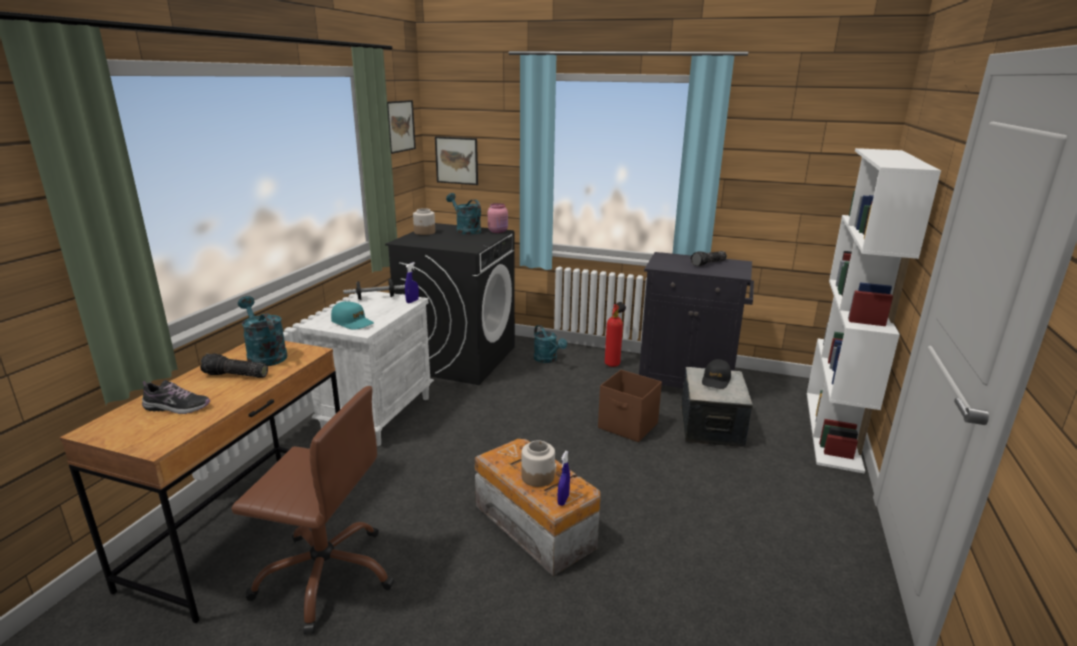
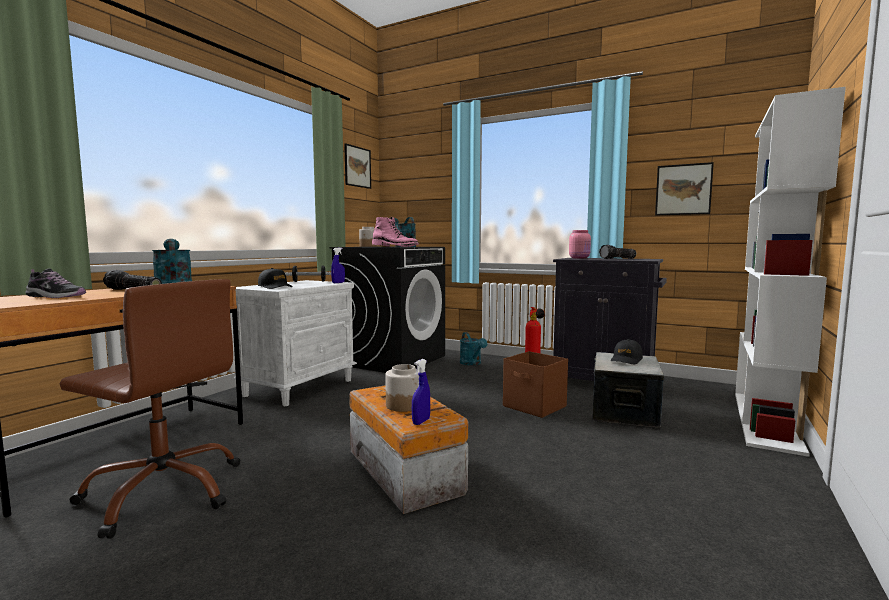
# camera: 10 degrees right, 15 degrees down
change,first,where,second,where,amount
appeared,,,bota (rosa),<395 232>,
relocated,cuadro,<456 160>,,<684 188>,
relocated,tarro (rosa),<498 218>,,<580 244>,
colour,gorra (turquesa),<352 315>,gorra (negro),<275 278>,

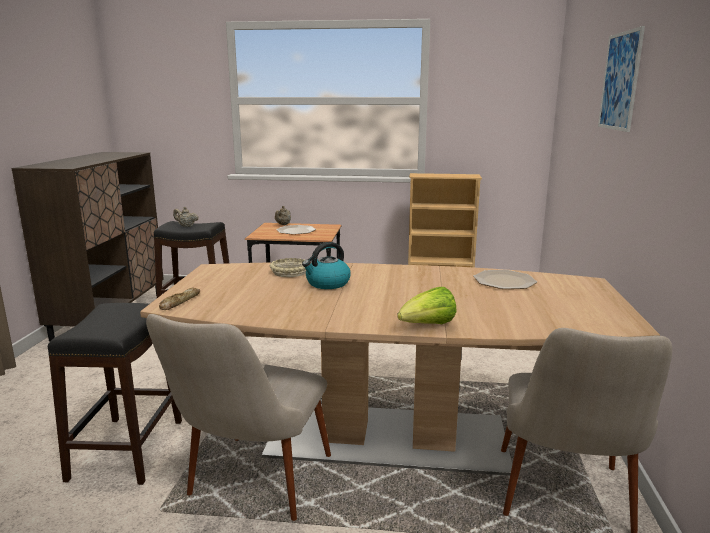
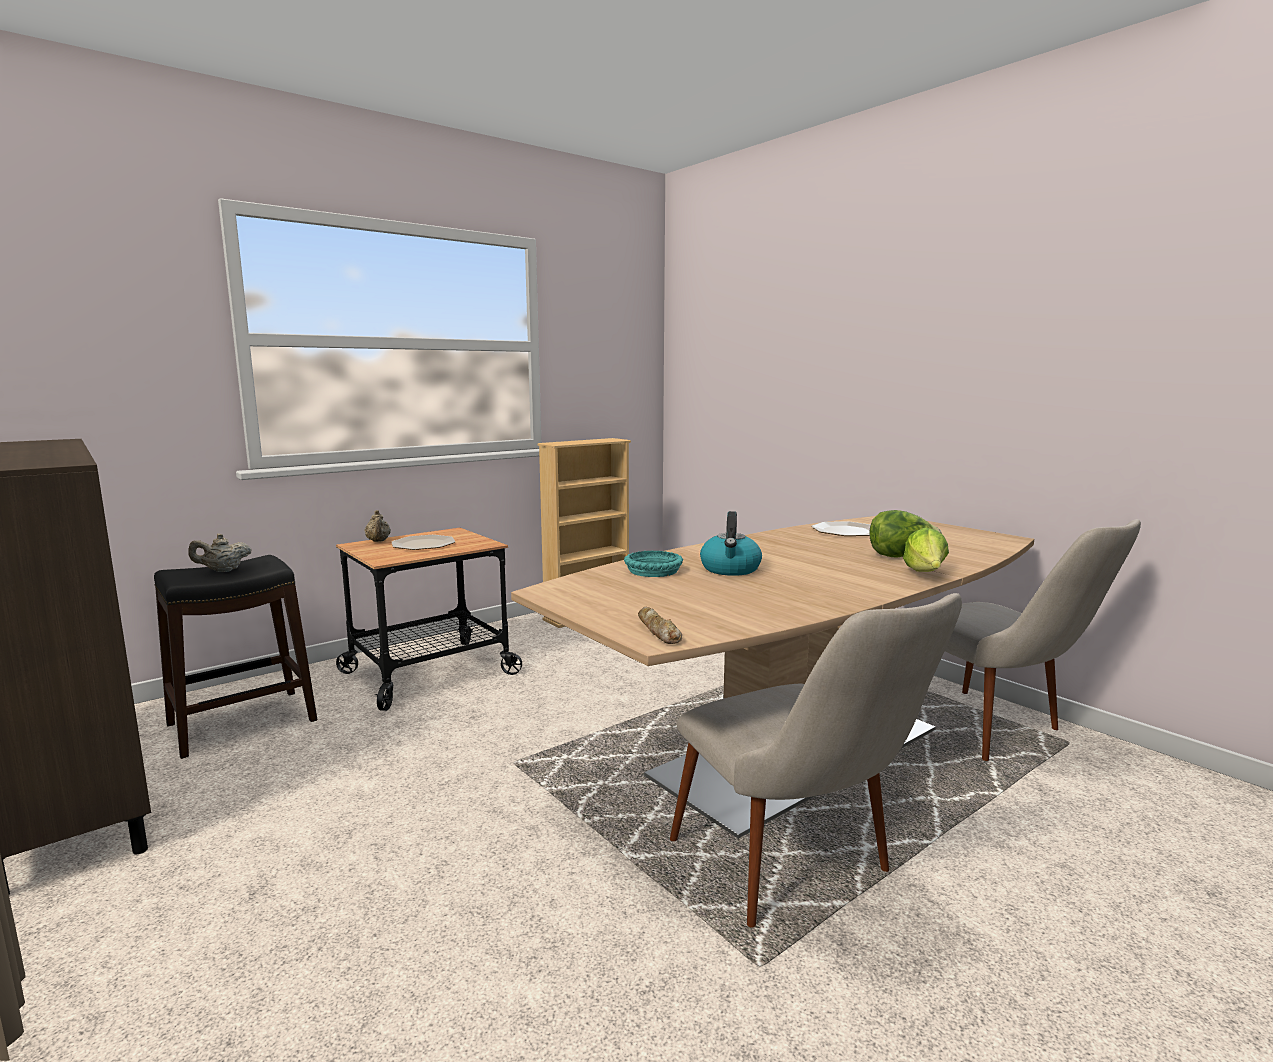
# camera: 45 degrees left, 5 degrees down
change,first,where,second,where,amount
missing,taburete (negro),<115 394>,,,
missing,cuadro,<621 79>,,,
appeared,,,lechuga,<905 534>,
colour,cuenco (beis),<287 267>,cuenco (turquesa),<653 564>,

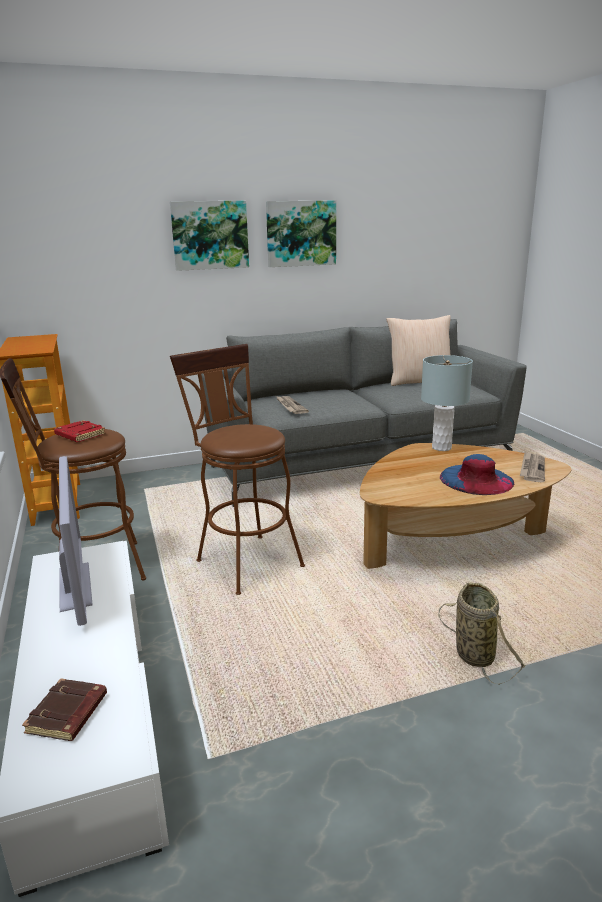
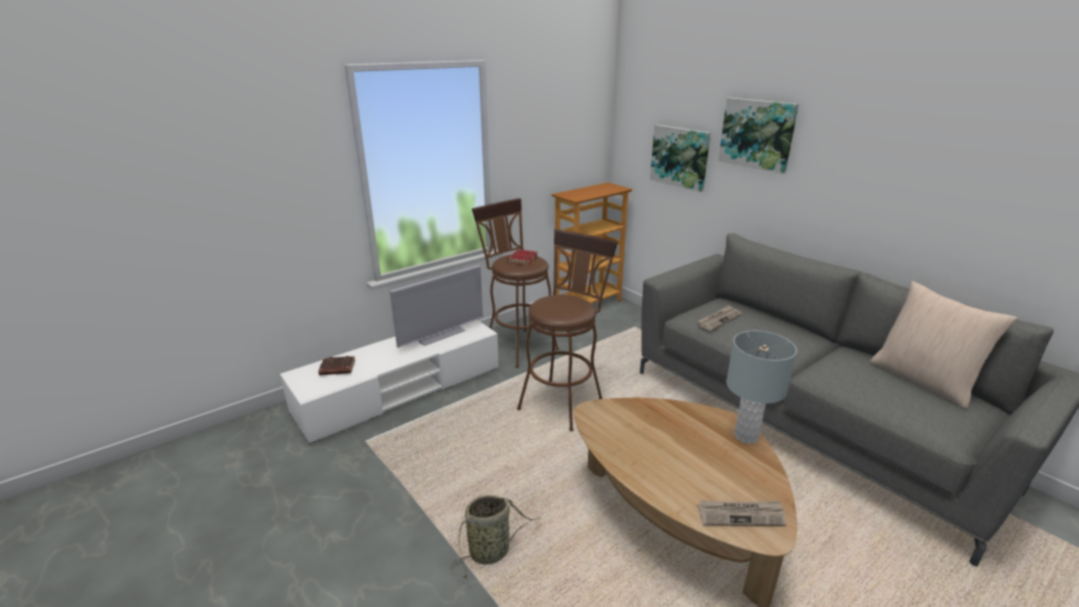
# camera: 70 degrees right, 5 degrees up
change,first,where,second,where,amount
missing,sombrero (azul),<477 474>,,,
relocated,cuadro,<301 233>,,<680 158>,

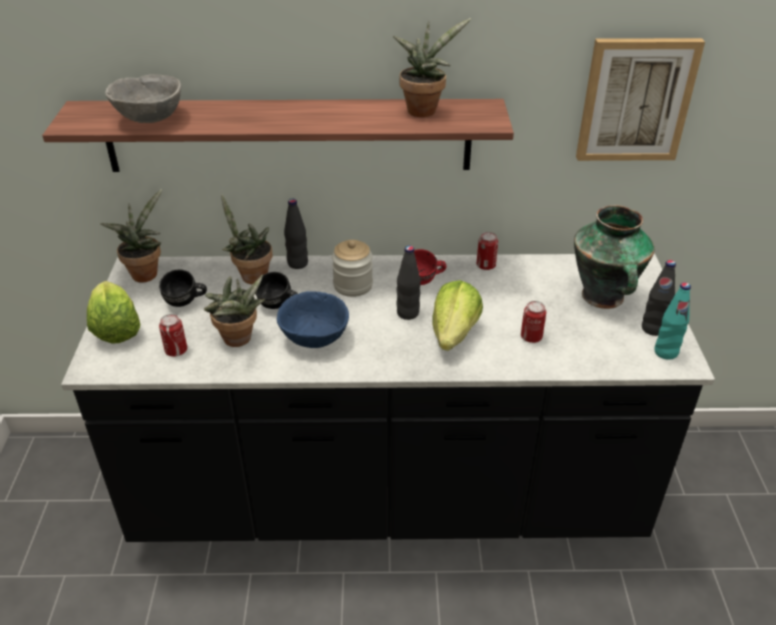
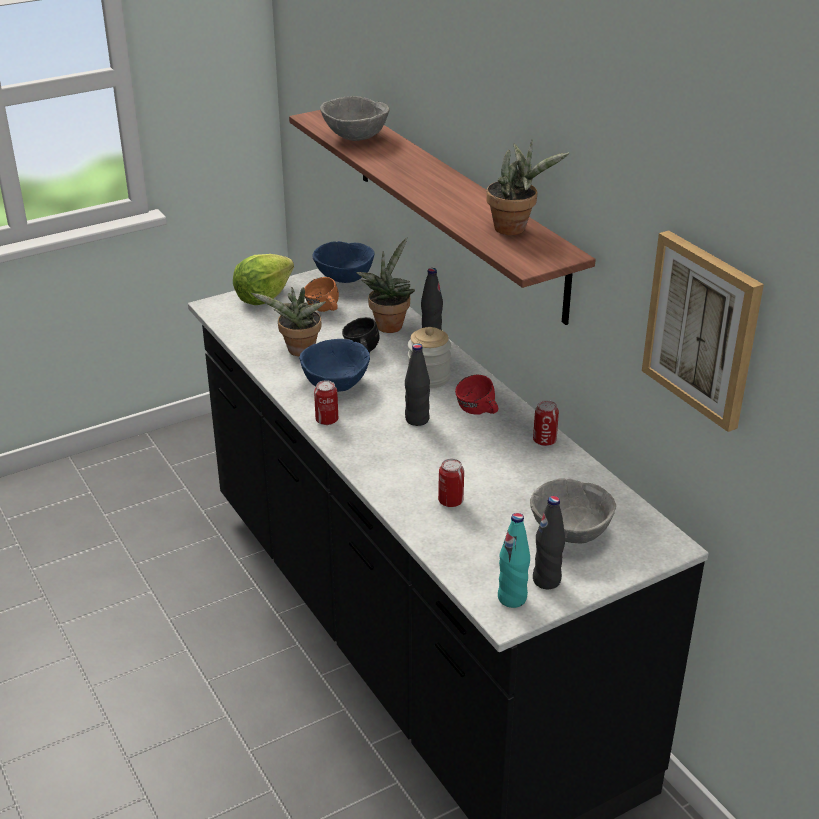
# camera: 60 degrees right, 5 degrees down
change,first,where,second,where,amount
missing,lechuga,<457 315>,,,
relocated,lata,<173 335>,,<326 402>,
exchanged,planta en maceta,<131 235>,cuenco (azul),<343 262>,
exchanged,florero,<614 257>,cuenco (gris),<573 510>,
colour,taza grande (negro),<183 288>,taza grande (naranja),<322 294>,

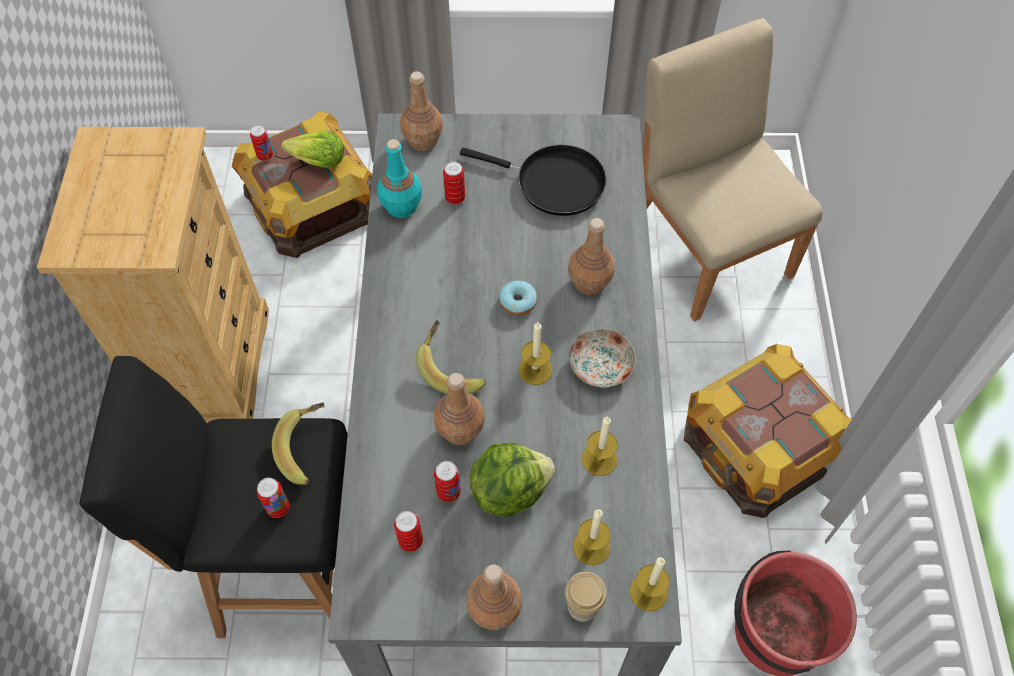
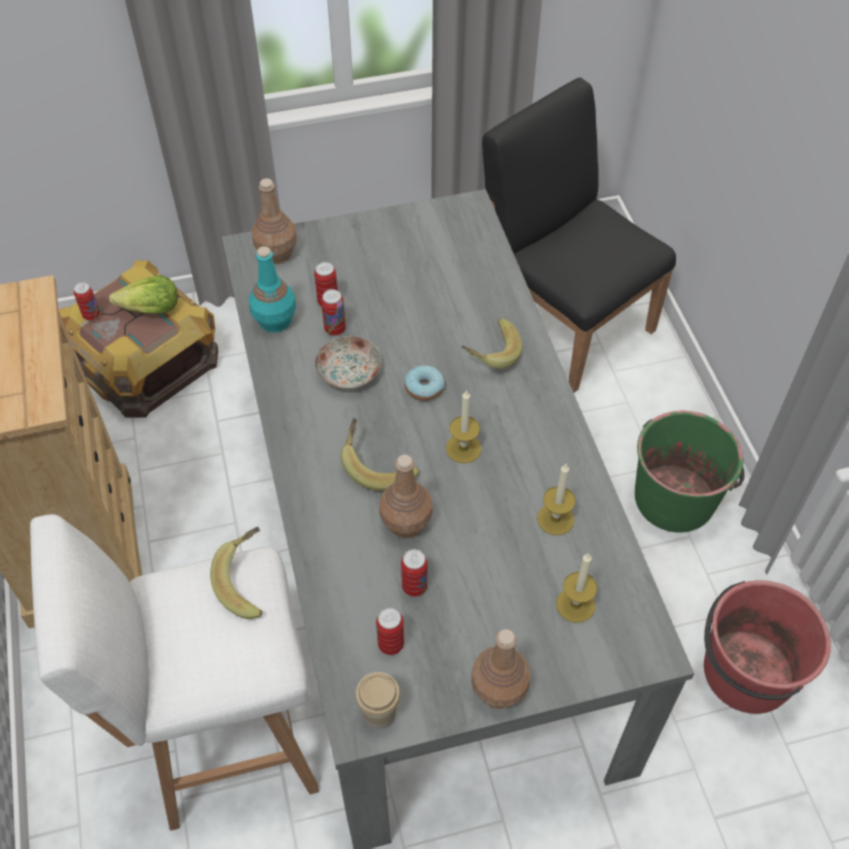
# camera: 15 degrees left, 5 degrees down
change,first,where,second,where,amount
missing,sartén (negro),<533 180>,,,
missing,lechuga,<512 480>,,,
missing,vela,<649 584>,,,
relocated,lata,<273 498>,,<333 312>,
relocated,taza,<586 597>,,<377 700>,
relocated,plato,<602 358>,,<348 362>,
exchanged,botella (marrón),<591 256>,plátano,<491 343>,
exchanged,caja de embalaje,<768 431>,cubo (verde),<690 472>,
colour,taburete (negro),<213 497>,taburete (blanco),<174 672>,
colour,silla (beis),<733 170>,silla (negro),<579 235>,

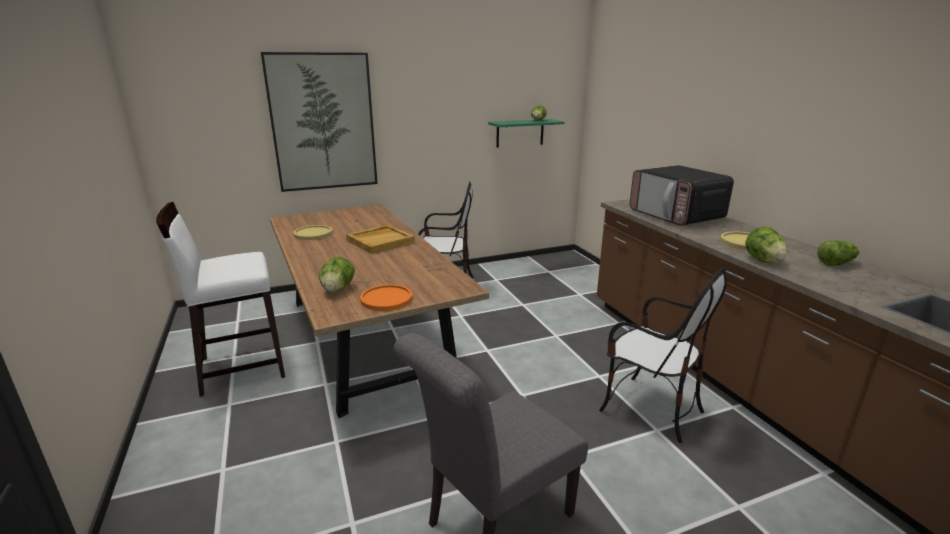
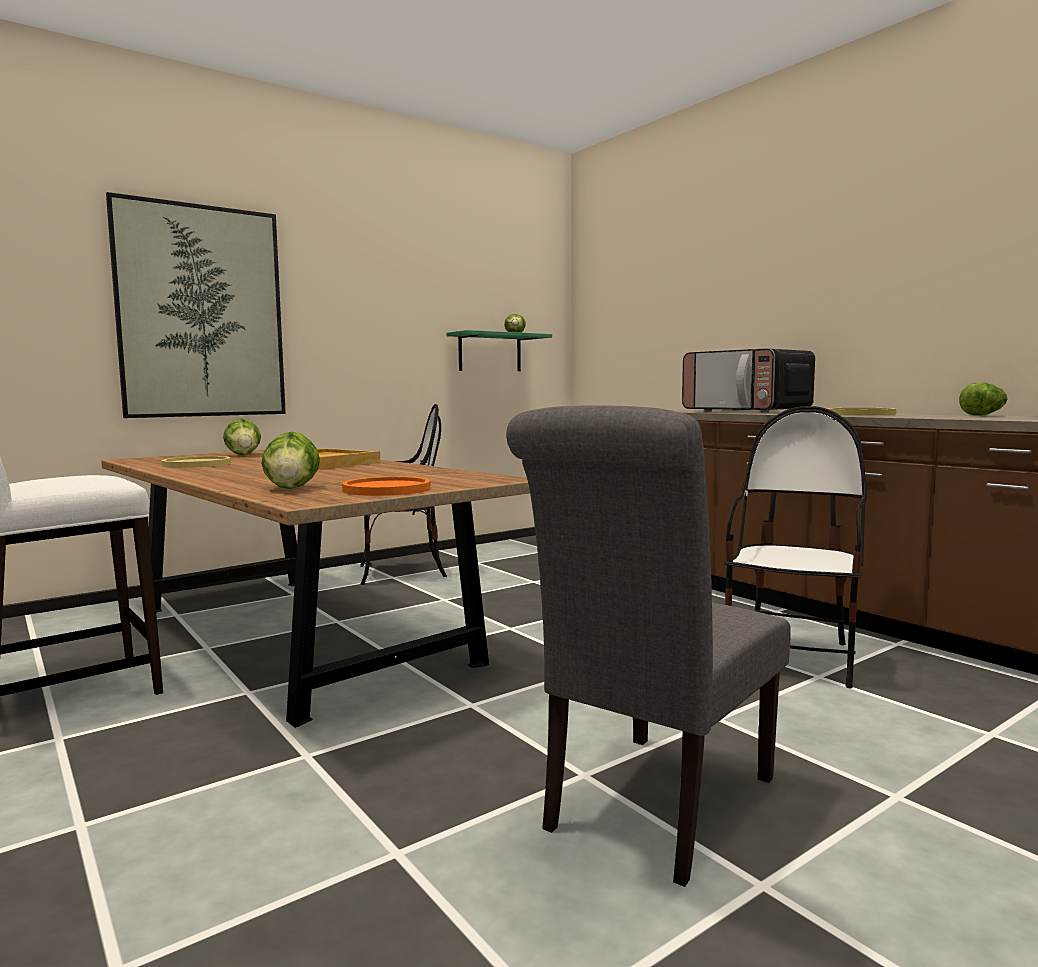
# camera: 15 degrees left, 15 degrees down
change,first,where,second,where,amount
relocated,lechuga,<766 245>,,<242 436>,
spun,silla,<663 355>,,<795 547>,90 degrees counterclockwise

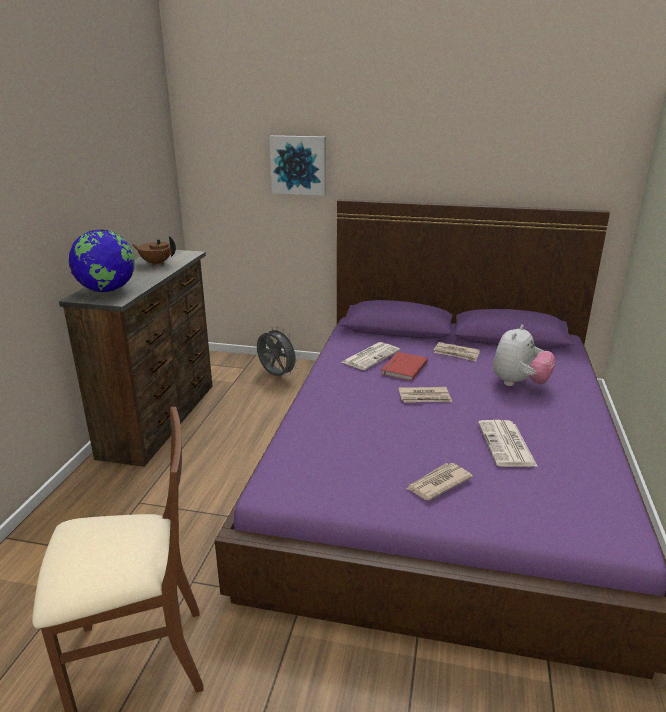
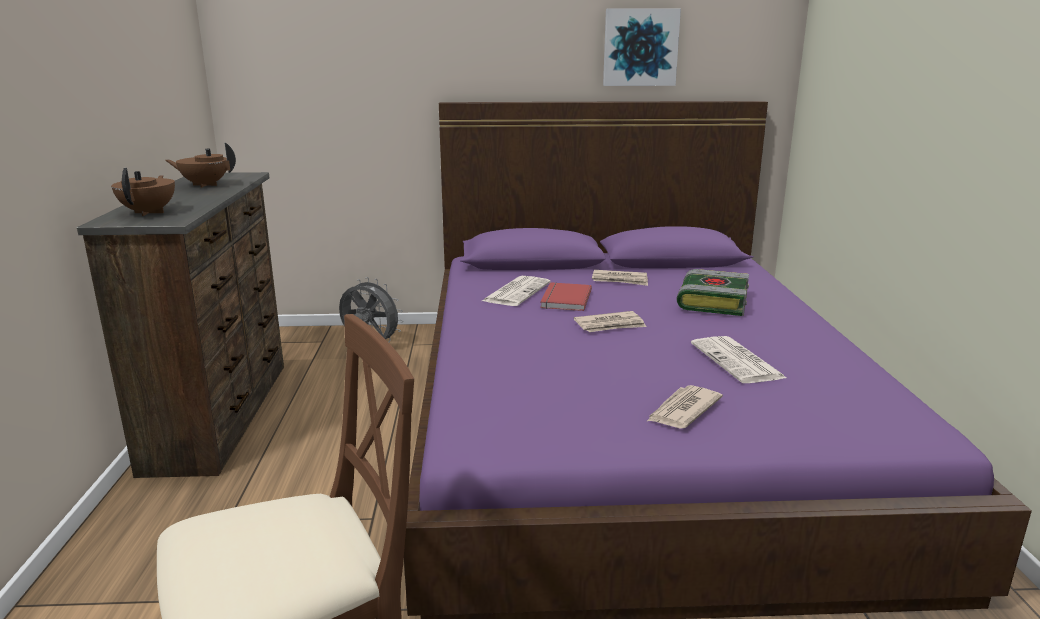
# camera: 15 degrees left, 5 degrees down
change,first,where,second,where,amount
relocated,cuadro,<297 165>,,<642 47>,
exchanged,globo terráqueo,<102 261>,tetera (marrón),<143 192>,
exchanged,peluche,<524 355>,libro,<713 292>,

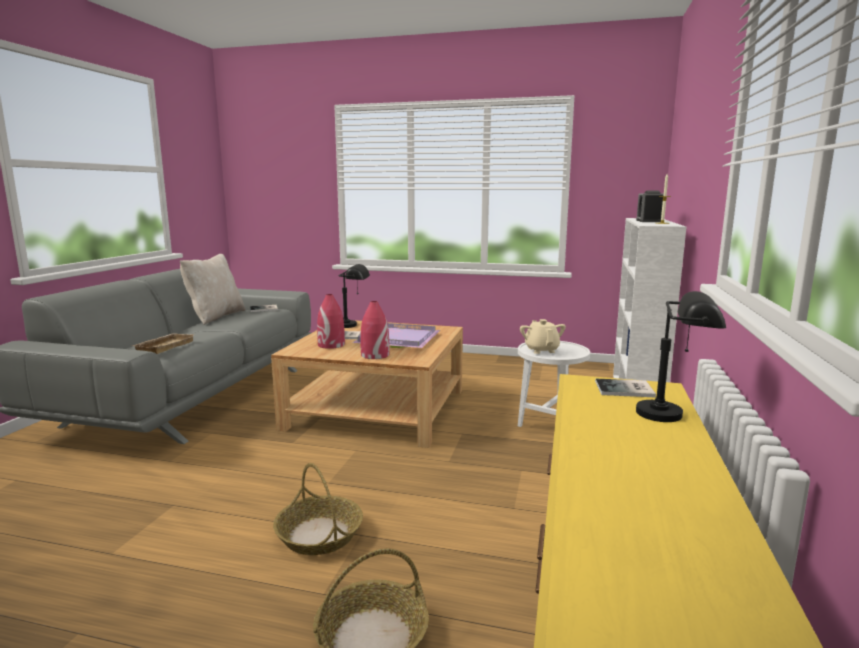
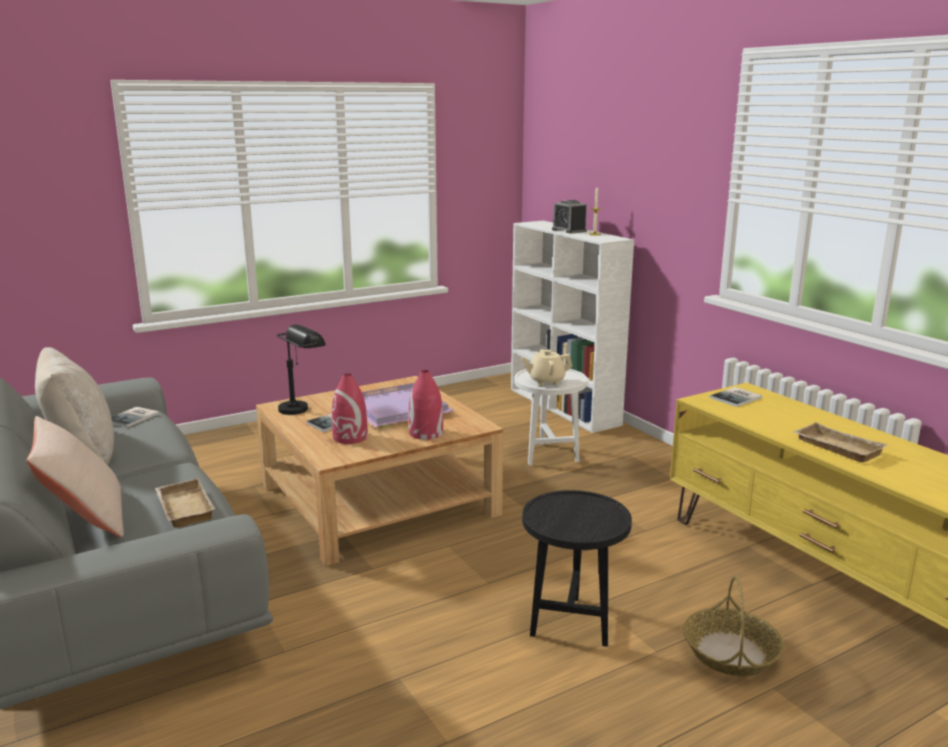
# camera: 45 degrees left, 5 degrees up
change,first,where,second,where,amount
missing,lámpara de mesa (negro),<681 356>,,,
appeared,,,cojín (beis),<75 476>,
appeared,,,bandeja (beis),<840 442>,
exchanged,cesta,<318 509>,mesa auxiliar (negro),<577 568>,
spun,tetera (beis),<543 336>,,<547 367>,45 degrees counterclockwise

